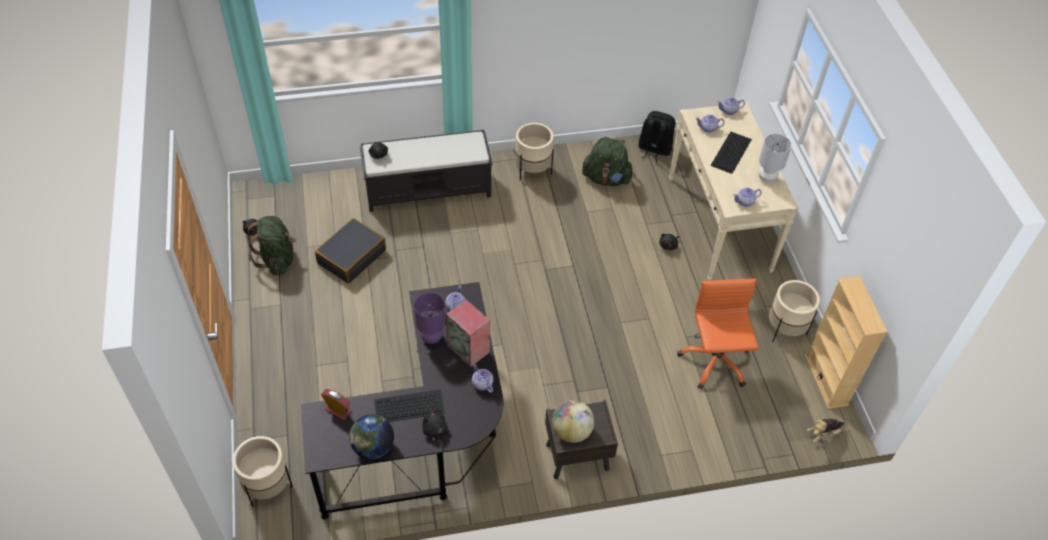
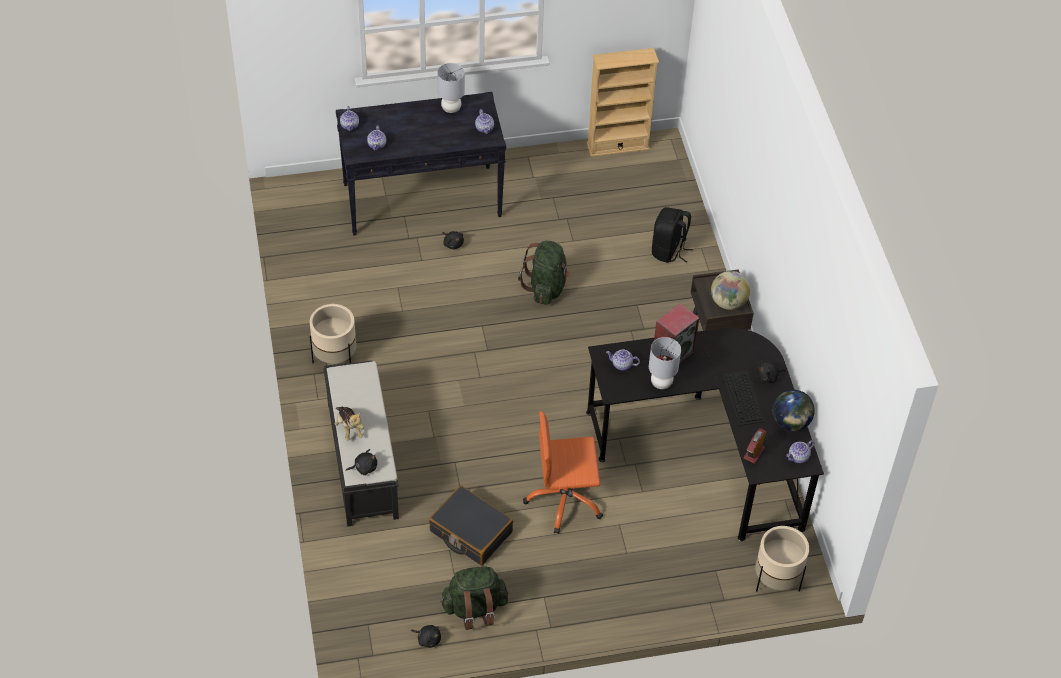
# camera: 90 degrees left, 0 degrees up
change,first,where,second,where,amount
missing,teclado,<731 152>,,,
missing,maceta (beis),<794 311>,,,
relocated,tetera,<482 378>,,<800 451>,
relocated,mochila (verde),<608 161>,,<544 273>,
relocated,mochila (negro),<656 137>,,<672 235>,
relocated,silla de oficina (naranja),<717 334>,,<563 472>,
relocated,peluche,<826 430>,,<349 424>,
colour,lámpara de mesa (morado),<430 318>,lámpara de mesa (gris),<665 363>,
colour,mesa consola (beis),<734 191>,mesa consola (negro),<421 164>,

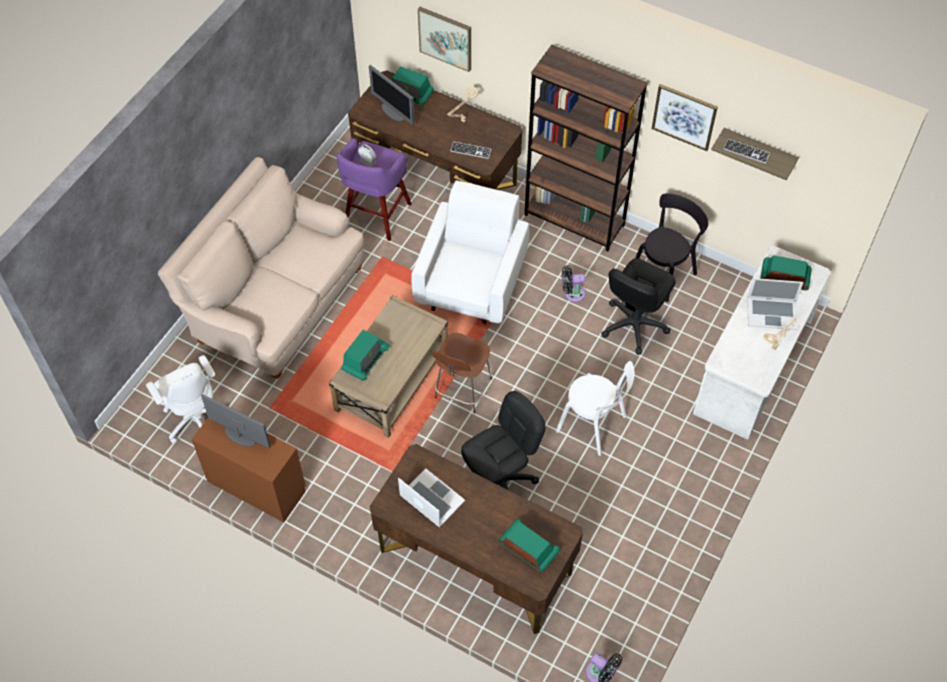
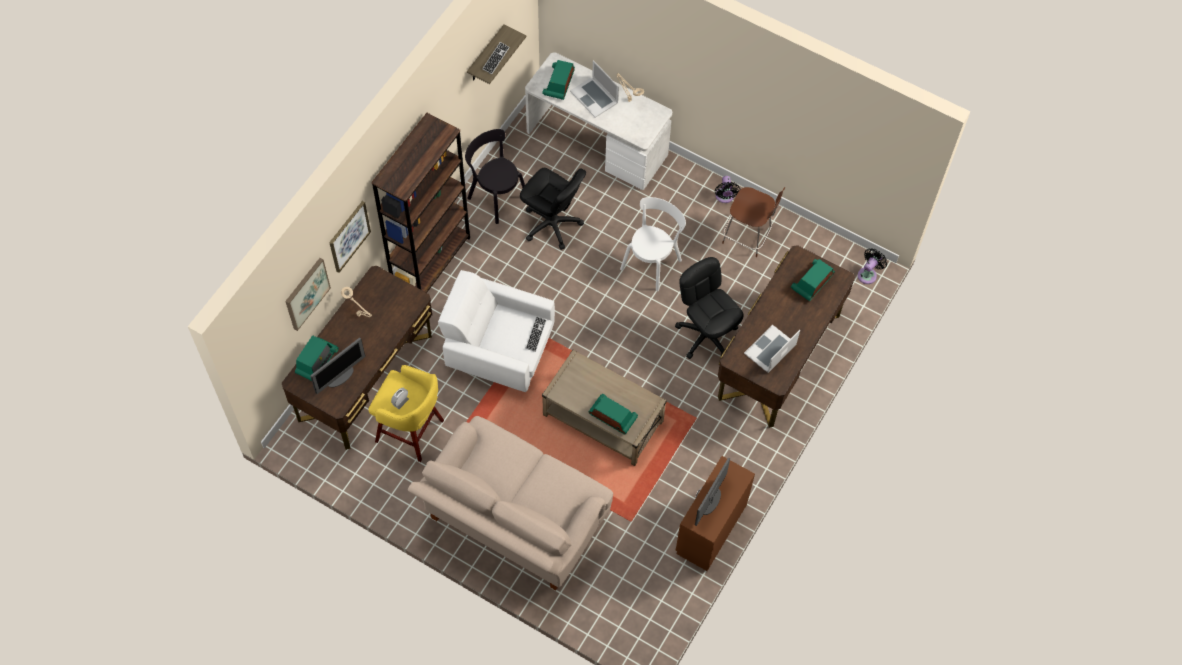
# camera: 90 degrees left, 5 degrees up
change,first,where,second,where,amount
missing,silla de oficina (blanco),<180 399>,,,
relocated,silla (marrón),<462 373>,,<753 222>,
relocated,teclado,<470 150>,,<536 334>,
relocated,ventilador (negro),<574 283>,,<727 189>,
relocated,cuadro,<685 117>,,<350 237>,
colour,taburete (morado),<374 189>,taburete (amarillo),<406 413>,
spun,portátil,<775 304>,,<594 89>,135 degrees clockwise

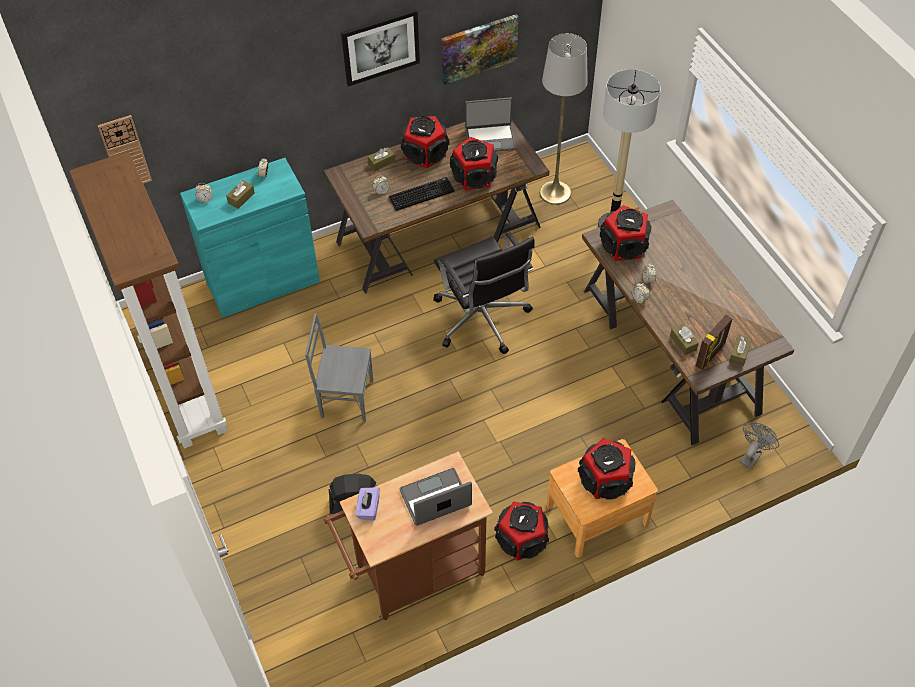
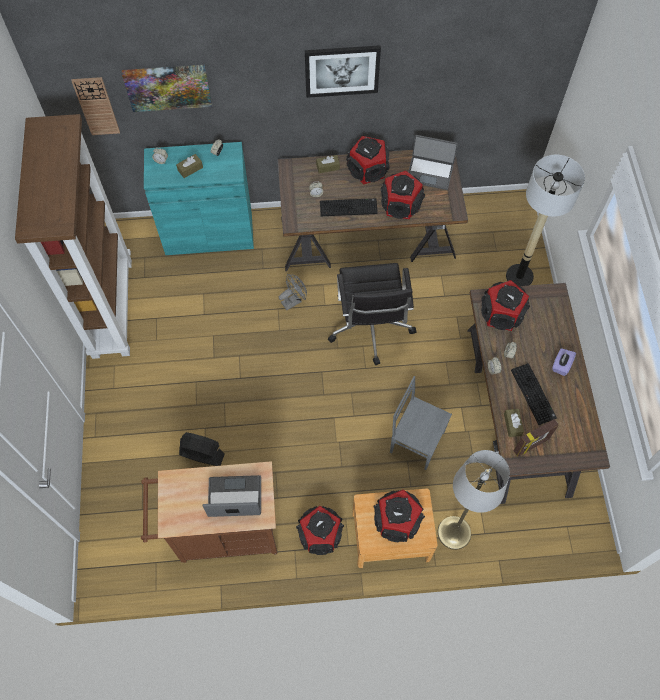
# camera: 20 degrees right, 10 degrees up
change,first,where,second,where,amount
missing,caja de pañuelos (marrón),<740 350>,,,
appeared,,,teclado,<534 394>,
relocated,silla (gris),<339 367>,,<421 423>,
relocated,caja de pañuelos (morado),<368 504>,,<564 362>,
relocated,cuadro,<480 49>,,<167 88>,
relocated,lámpara de pie (gris),<564 119>,,<474 500>,
relocated,ventilador (gris),<759 446>,,<293 292>,

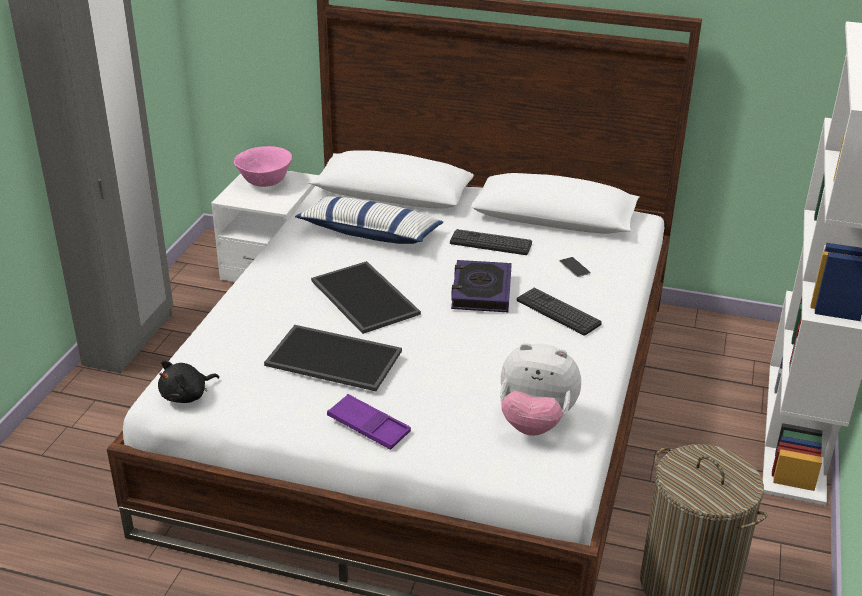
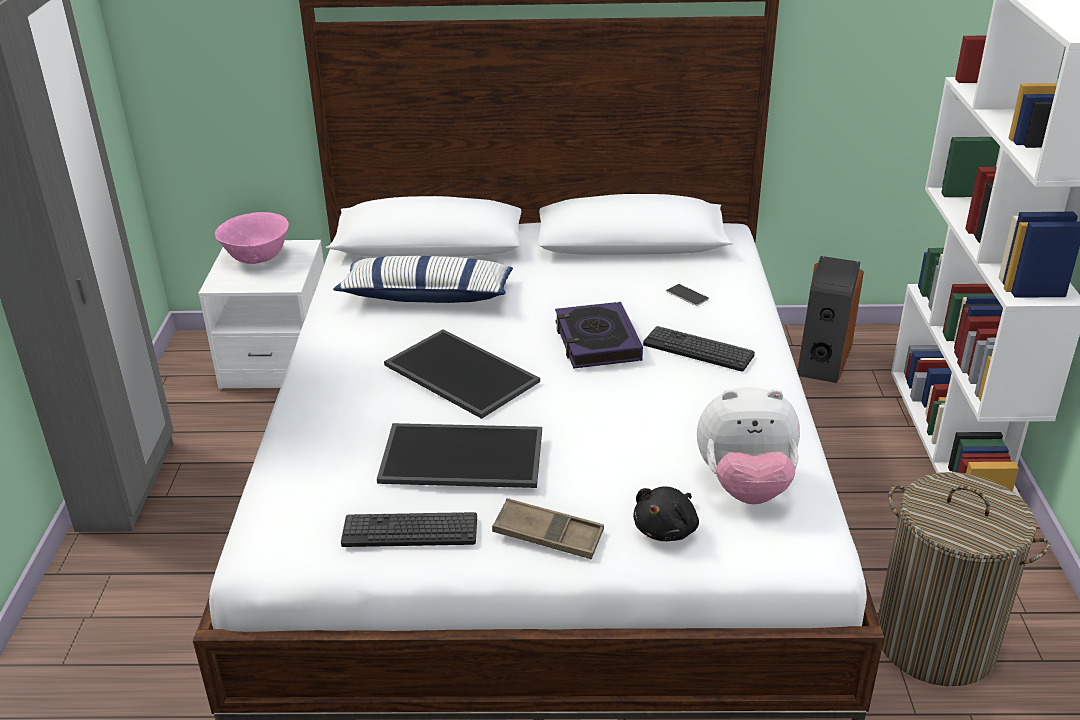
# camera: 15 degrees left, 0 degrees up
change,first,where,second,where,amount
appeared,,,altavoz,<830 319>,
relocated,peluche (negro),<188 381>,,<666 513>,
relocated,teclado,<491 242>,,<409 529>,
colour,bandeja (morado),<369 422>,bandeja (marrón),<548 528>,

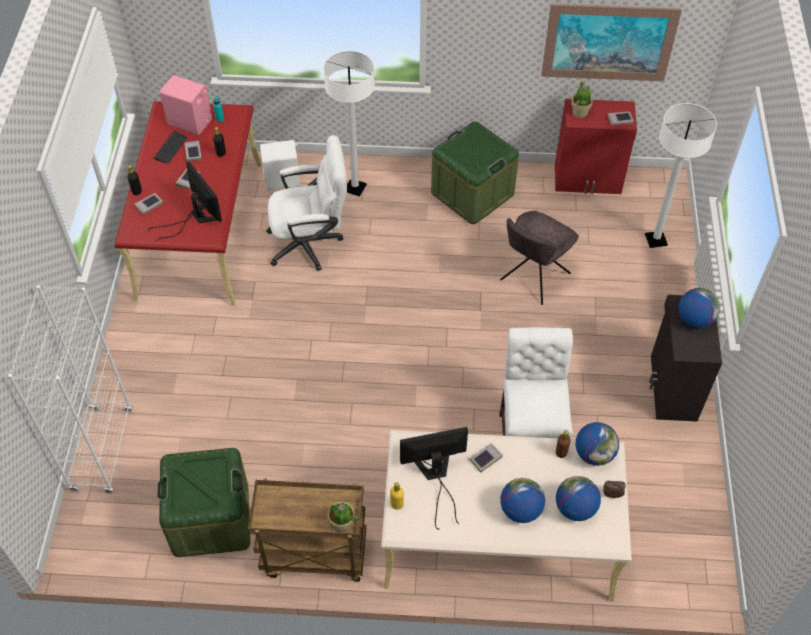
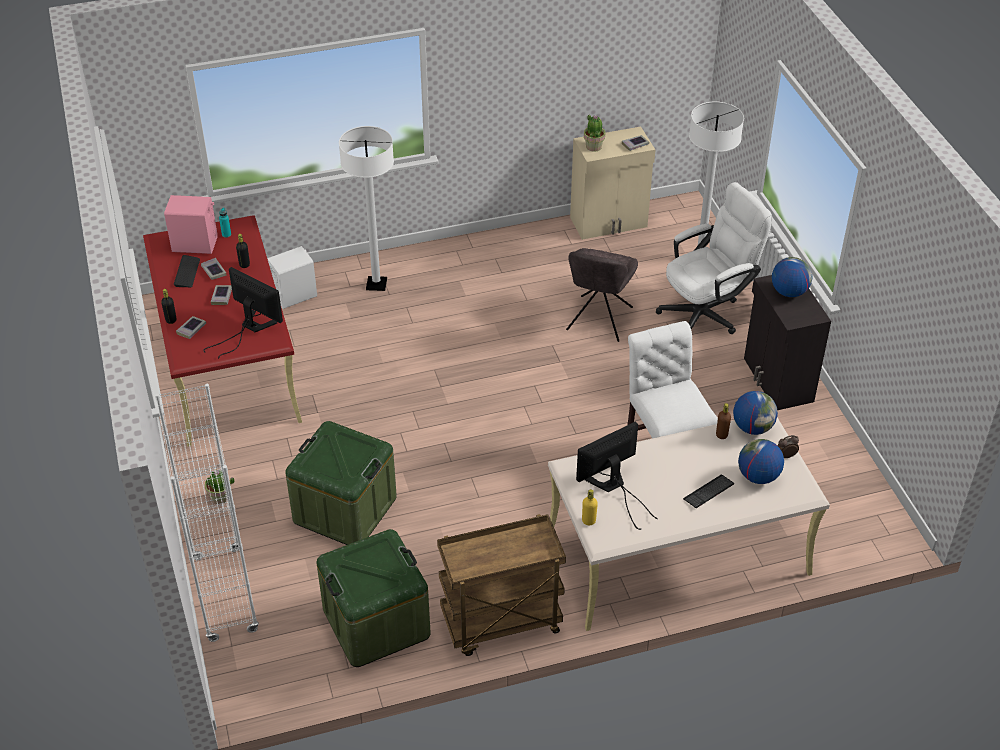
# camera: 20 degrees left, 10 degrees down
change,first,where,second,where,amount
missing,libro,<486 458>,,,
missing,cuadro,<612 42>,,,
relocated,silla de oficina (blanco),<306 203>,,<714 258>,
relocated,planta en maceta,<342 517>,,<220 487>,
relocated,caja de almacenaje (verde),<475 172>,,<341 483>,
exchanged,globo terráqueo,<522 500>,teclado,<708 491>,
colour,armario (rojo),<596 146>,armario (beis),<612 183>,

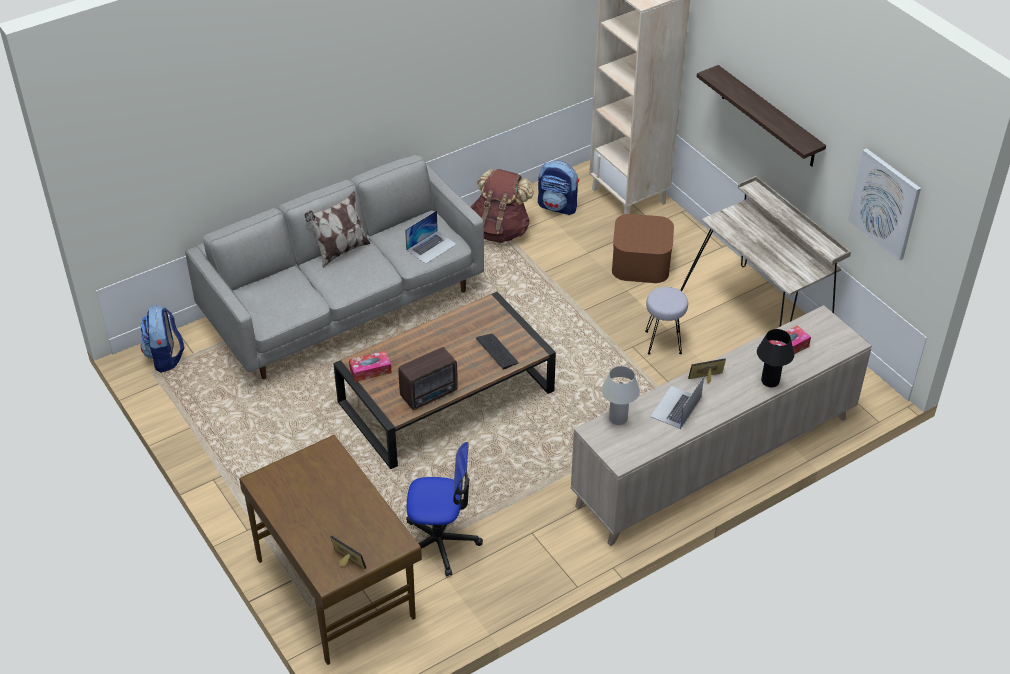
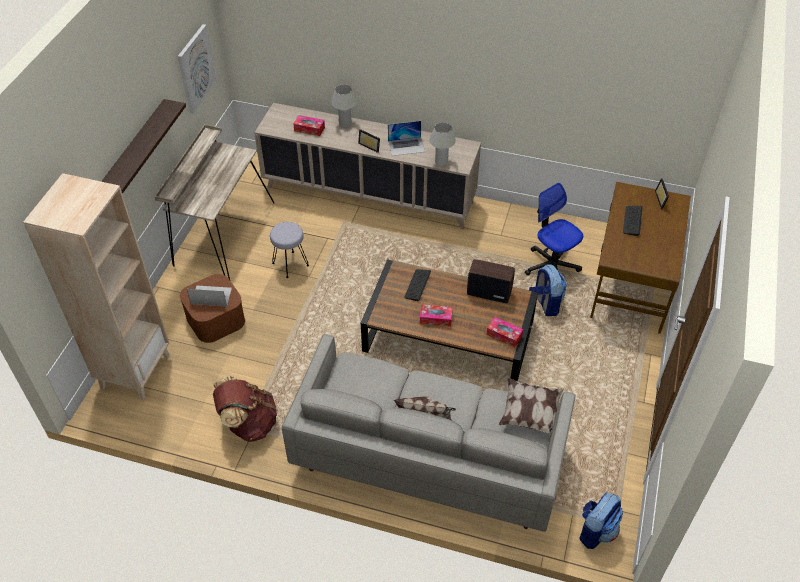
# camera: 130 degrees left, 5 degrees up
change,first,where,second,where,amount
appeared,,,caja de pañuelos,<436 315>,
appeared,,,cojín,<531 407>,
appeared,,,teclado,<632 221>,
relocated,portátil,<431 237>,,<209 296>,
relocated,mochila,<558 188>,,<548 290>,
colour,lámpara de mesa (negro),<775 358>,lámpara de mesa (blanco),<344 105>,

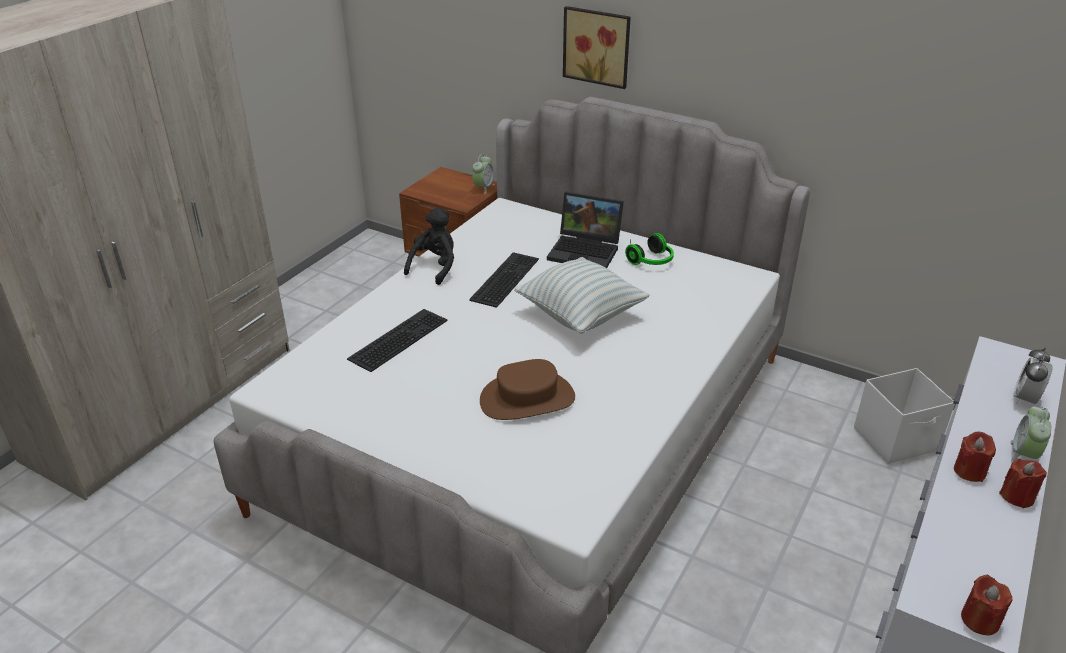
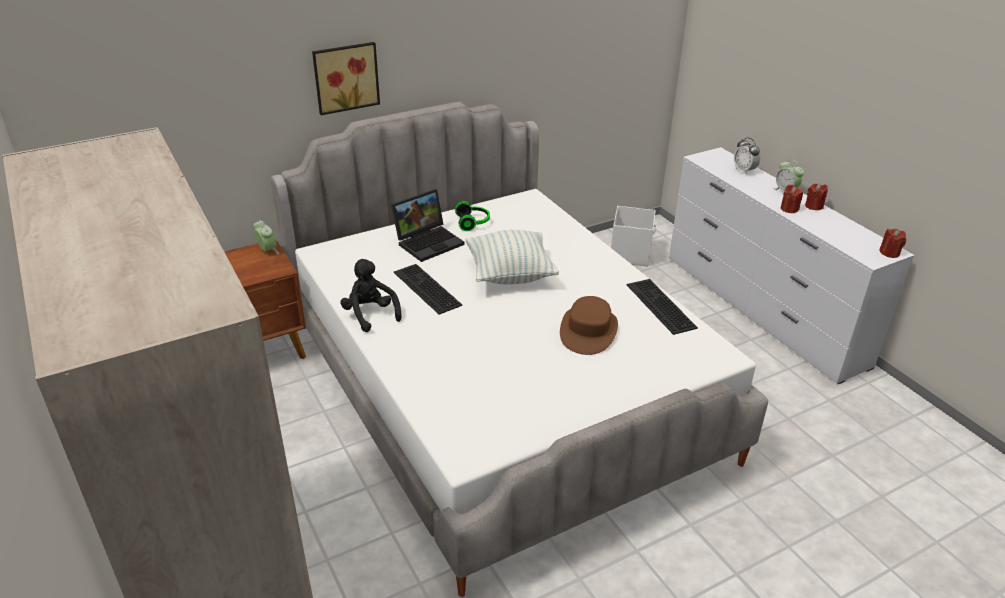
# camera: 60 degrees left, 0 degrees up
change,first,where,second,where,amount
relocated,teclado,<397 340>,,<662 307>,

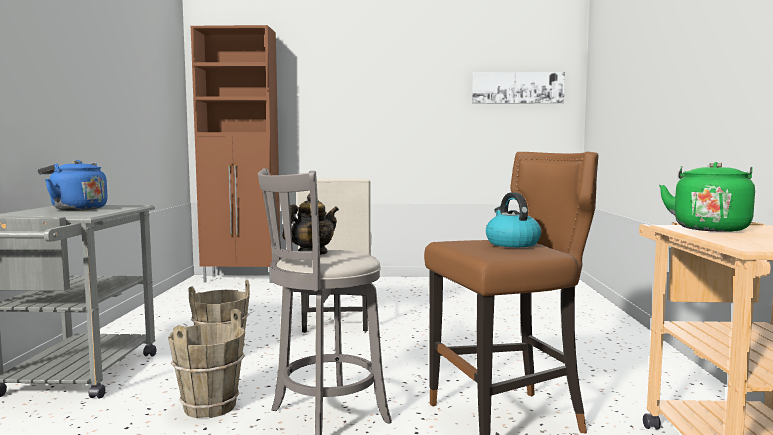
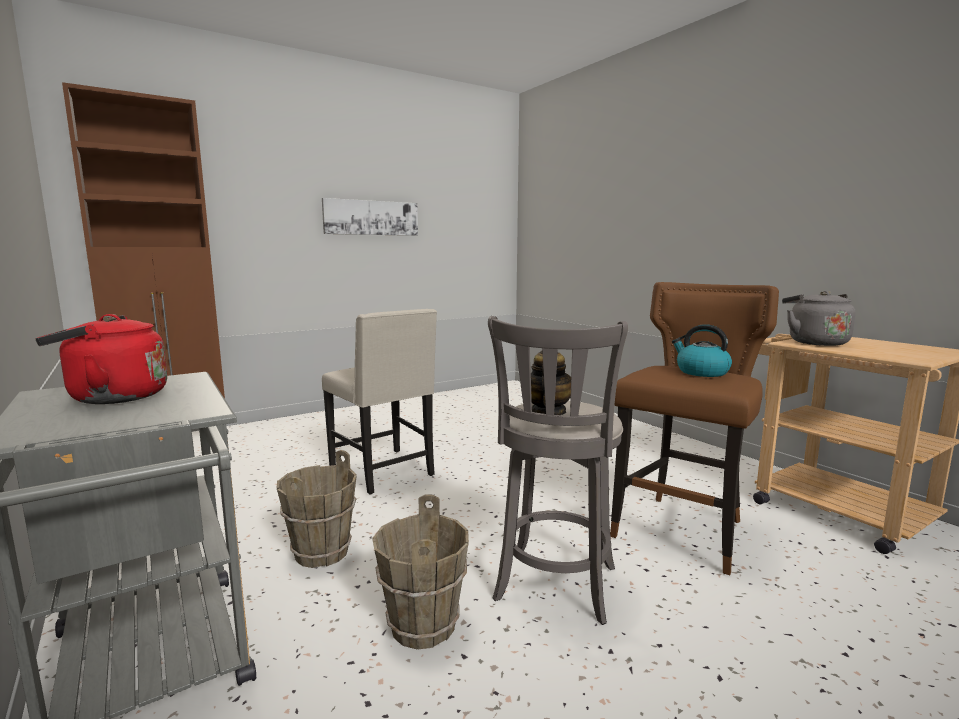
# camera: 35 degrees left, 5 degrees up
change,first,where,second,where,amount
relocated,cuadro,<518 88>,,<370 217>,
colour,hervidor (azul),<72 185>,hervidor (rojo),<101 359>,
colour,hervidor (verde),<707 197>,hervidor (gris),<819 318>,

